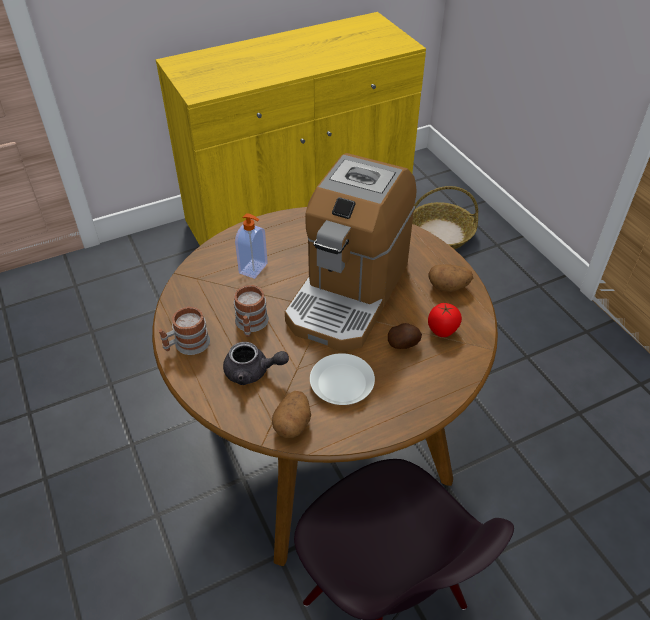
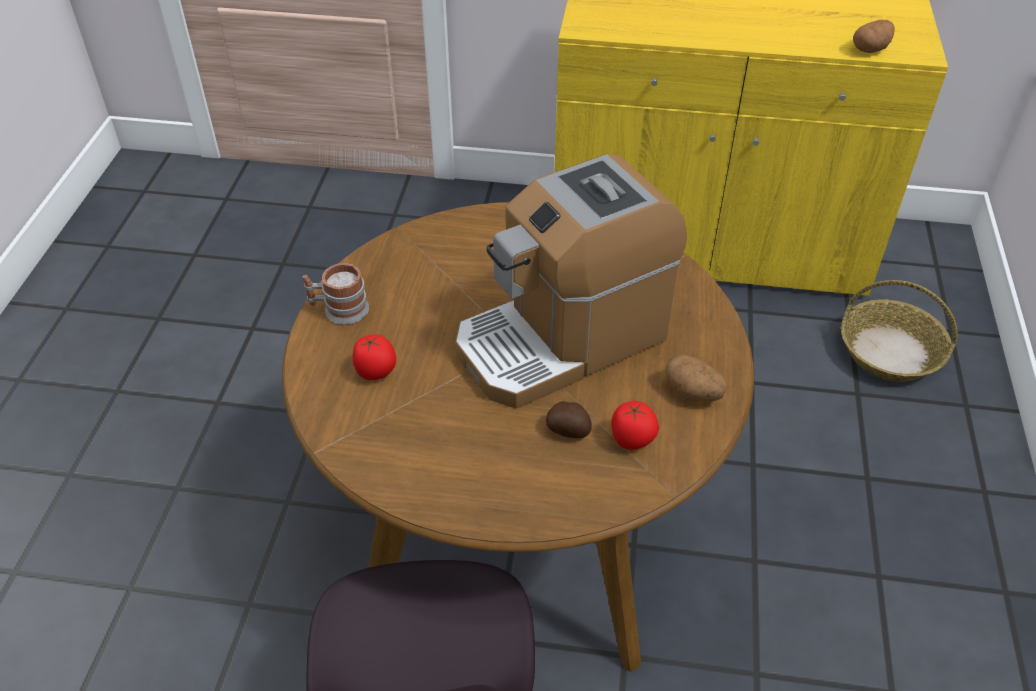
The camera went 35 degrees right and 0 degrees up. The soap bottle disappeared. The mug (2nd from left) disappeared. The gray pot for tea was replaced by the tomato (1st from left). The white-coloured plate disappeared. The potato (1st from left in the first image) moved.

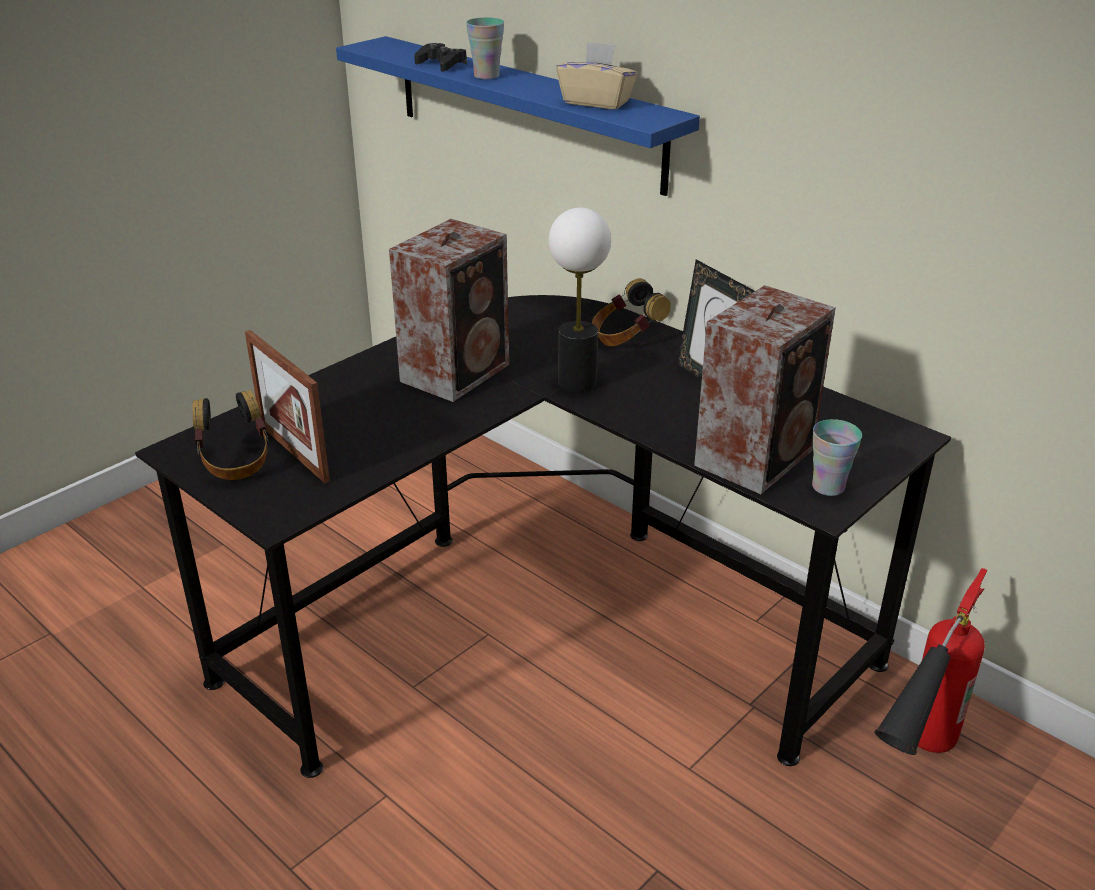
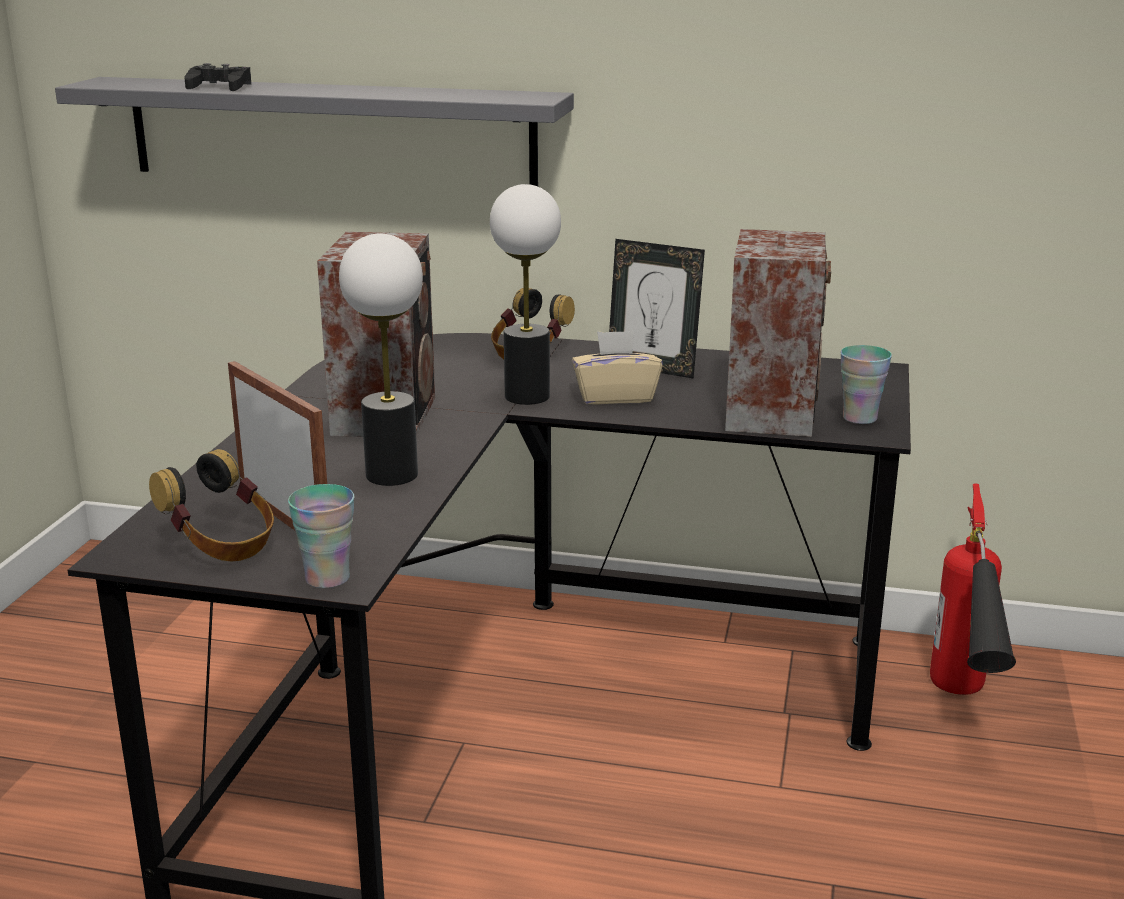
The camera went 30 degrees left and 10 degrees down. The small cup (1st from left) moved. The bluish wall shelf became the gray wall shelf. The sand-coloured tissue holder moved. The standing frame (1st from left) turned 150 degrees counterclockwise. The table lamp (1st from left) appeared.

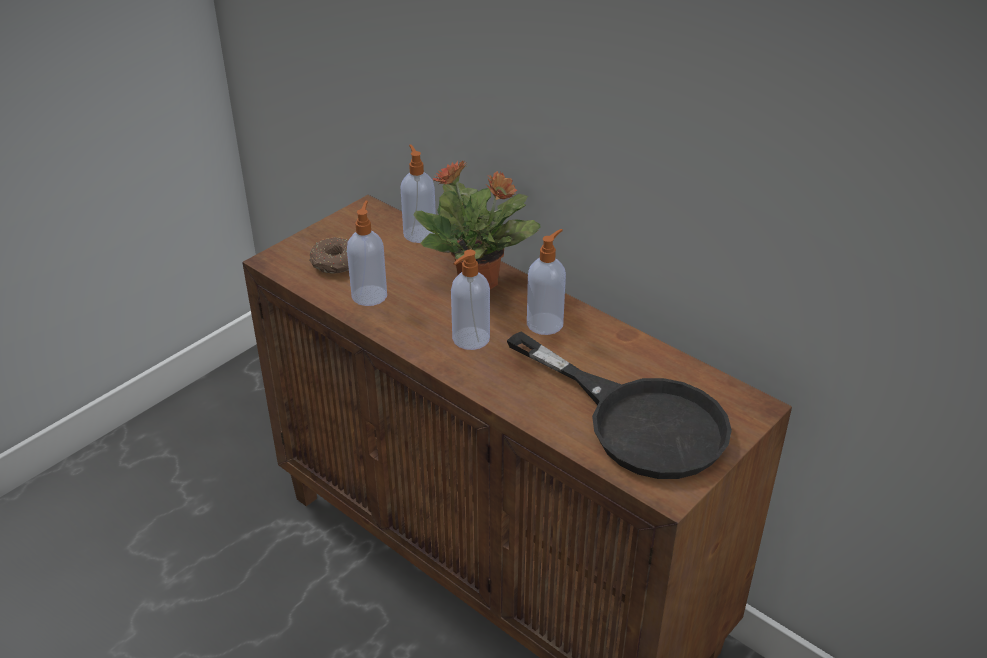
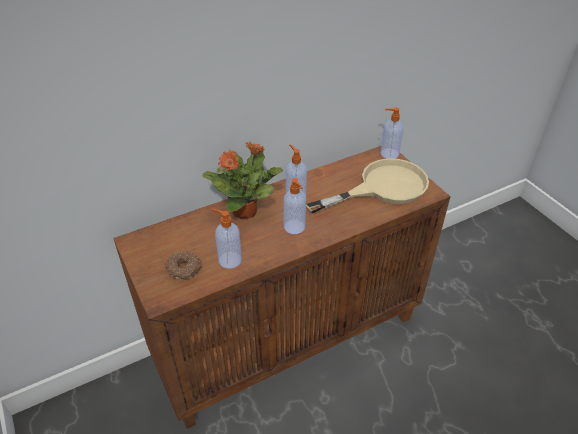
The camera went 70 degrees left and 5 degrees up. The soap bottle (2nd from left in the first image) moved. The black-coloured skillet became the sand-coloured skillet.

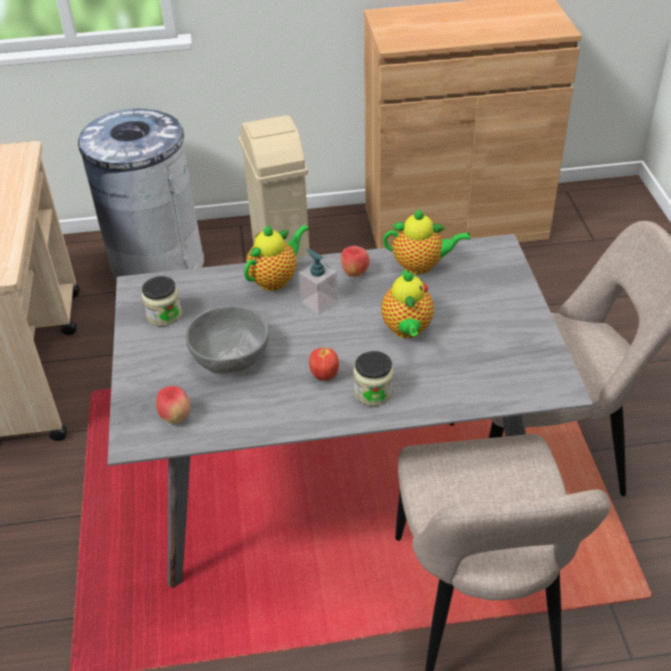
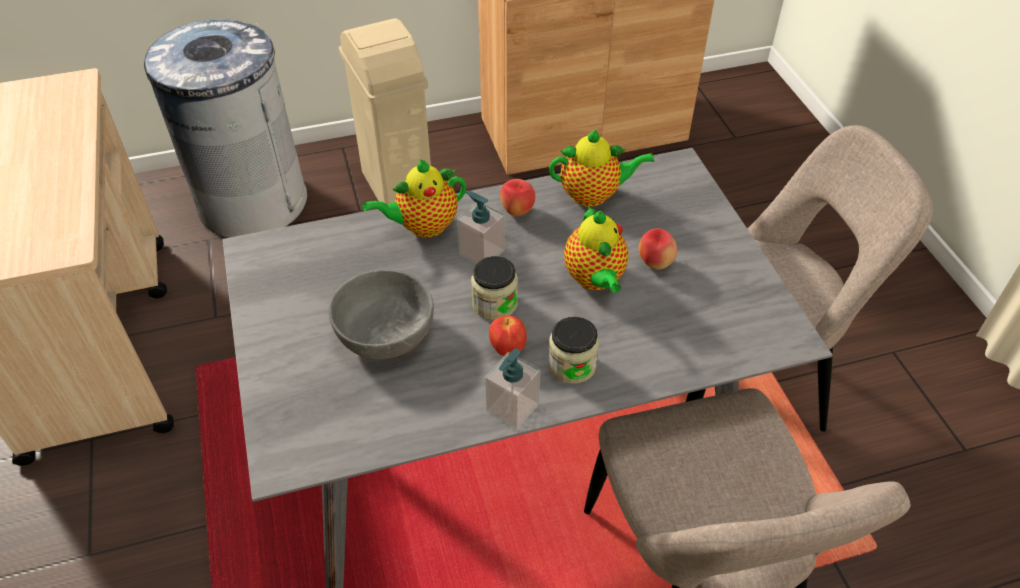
The camera went 10 degrees left and 5 degrees up. The pot for tea (1st from left) turned 150 degrees counterclockwise. The preserve jar (1st from left) moved. The apple fruit (1st from left in the first image) moved. The soap bottle (2nd from left) appeared.

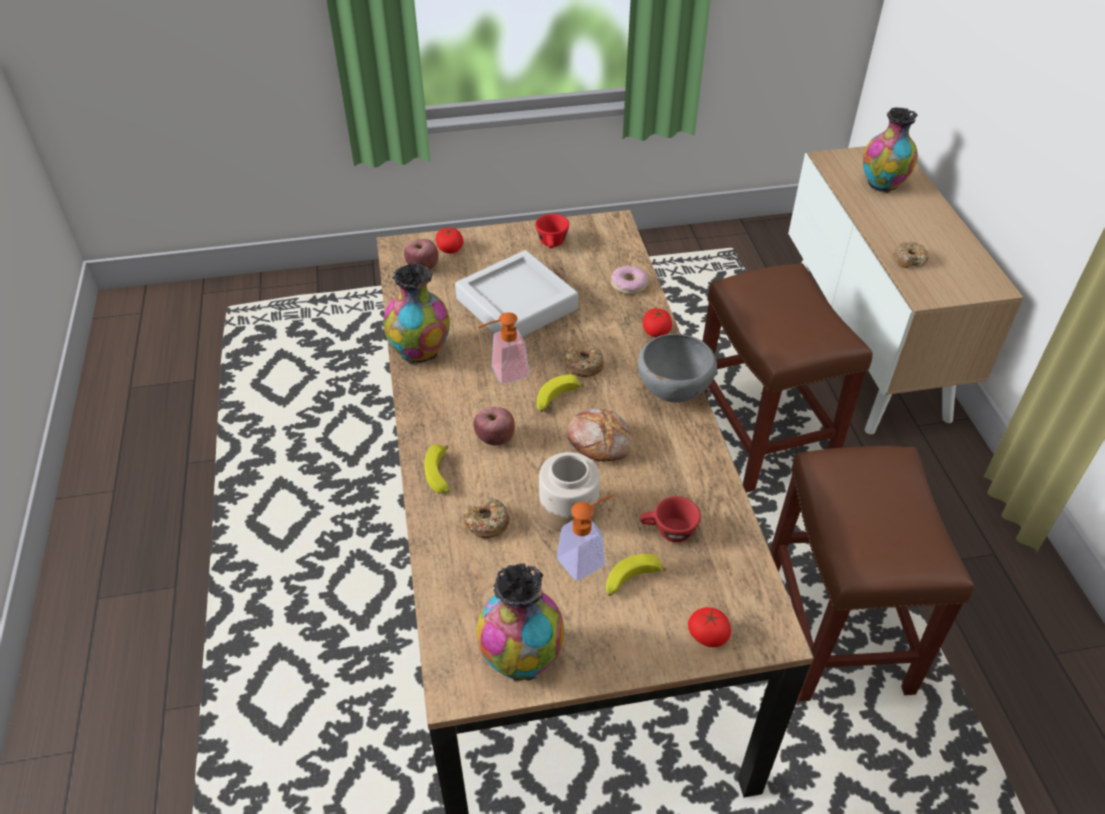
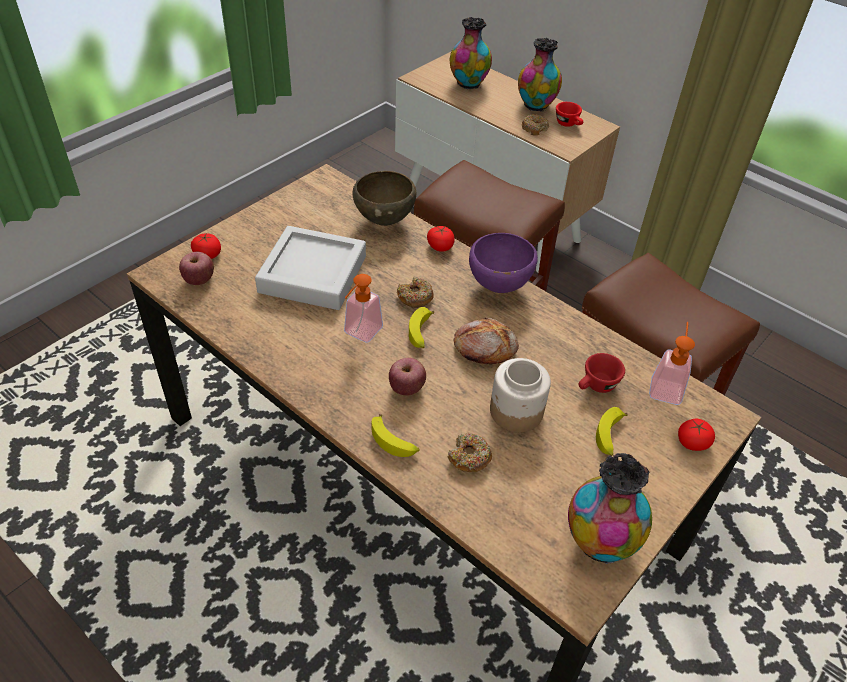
The camera went 40 degrees left and 0 degrees up. The red-coloured small cup (1st from left) moved. The decorative vase (1st from left in the first image) moved. The doughnut (3rd from left) was replaced by the brown-coloured serving bowl. The gray serving bowl became the purple-coloured serving bowl. The soap bottle (2nd from left) moved.

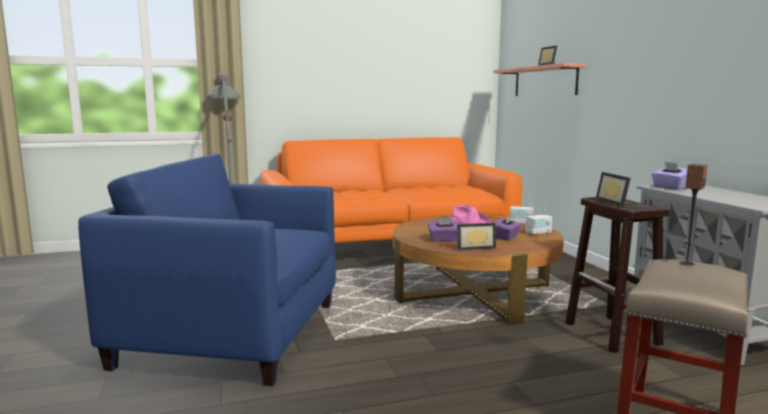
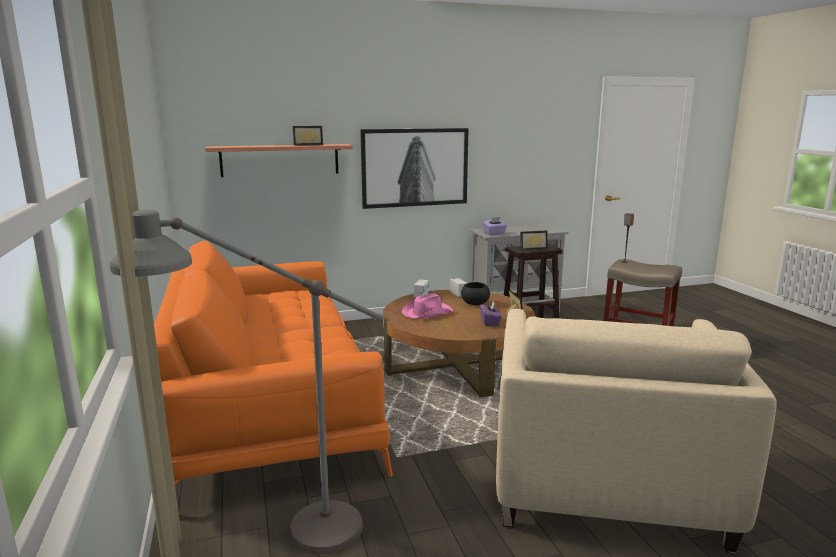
The camera went 90 degrees left and 5 degrees up. The bluish armchair became the sand-coloured armchair. The purple-coloured tissue holder (2nd from left) was replaced by the black-coloured serving bowl. The wall picture appeared.

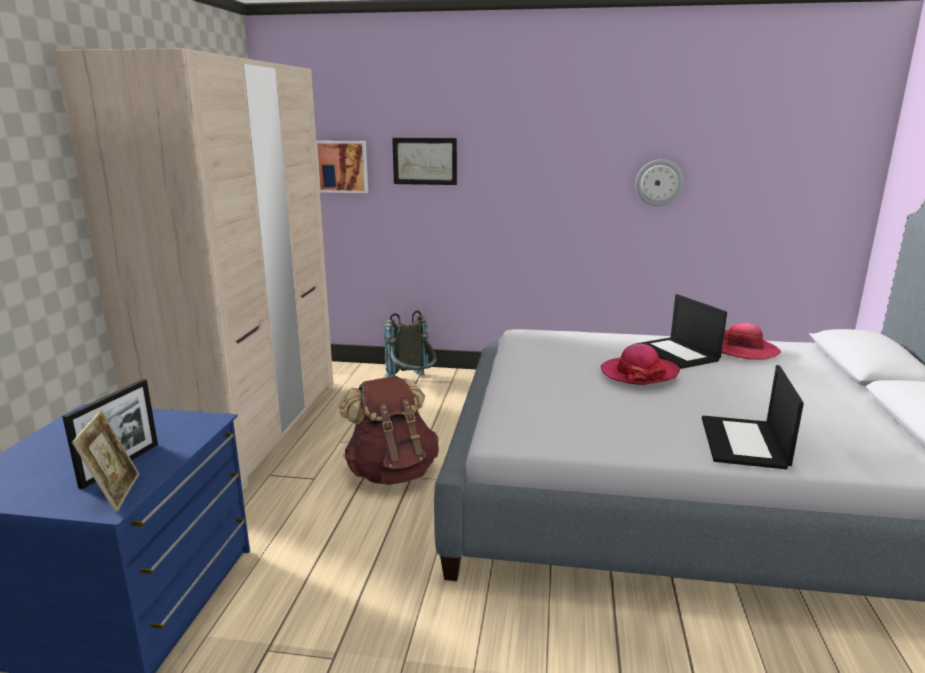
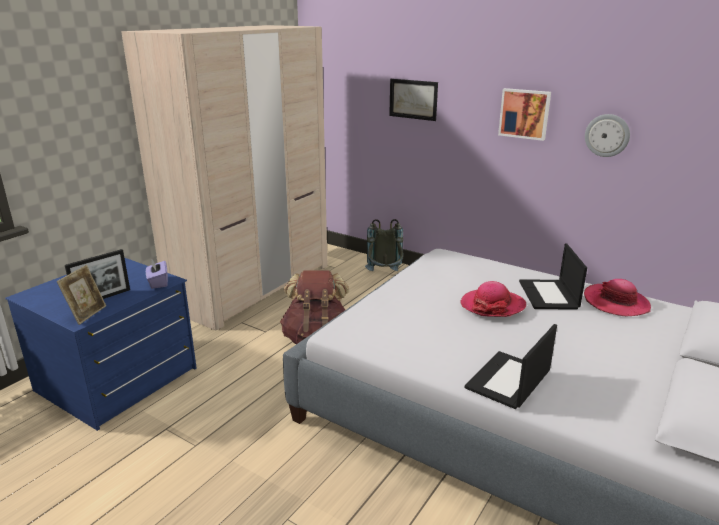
The camera went 25 degrees right and 5 degrees up. The wall picture (1st from left in the first image) moved. The purple-coloured tissue holder appeared.

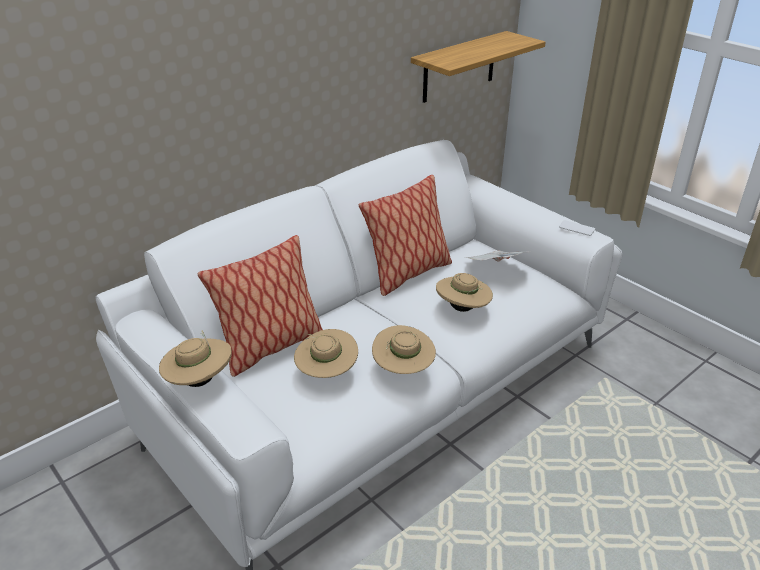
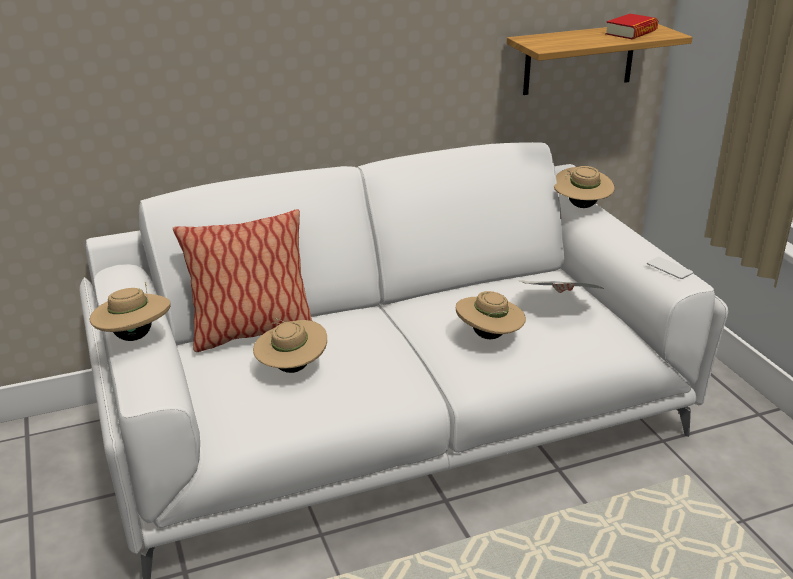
The camera went 20 degrees right and 5 degrees down. The cushion (2nd from left) disappeared. The sand-coloured clothing hat (3rd from left in the first image) moved. The book appeared.

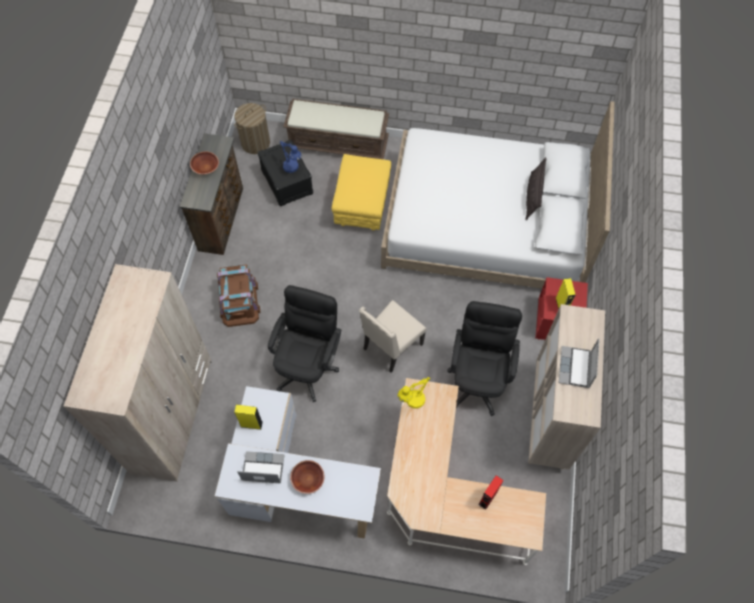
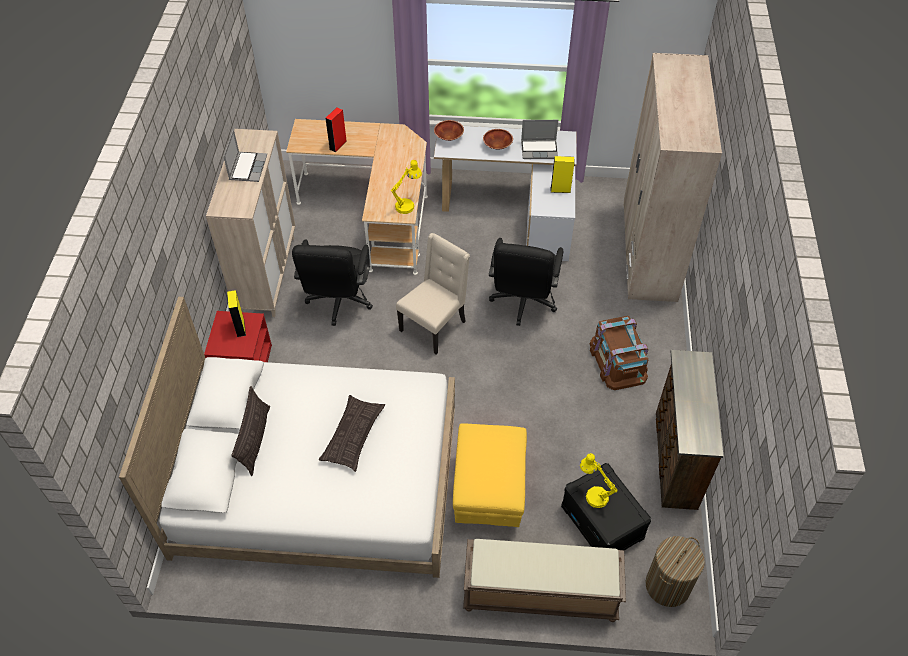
The camera went 175 degrees right and 10 degrees down. The bluish table lamp became the yellow table lamp (2nd from left). The brown-coloured serving bowl (1st from left) moved. The cushion (2nd from left) appeared.

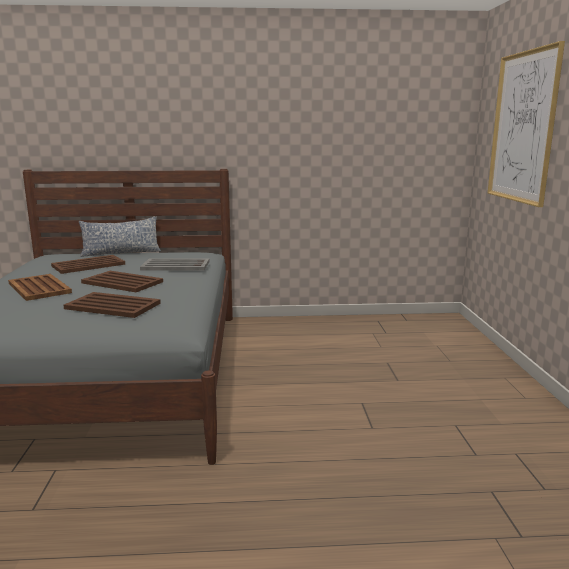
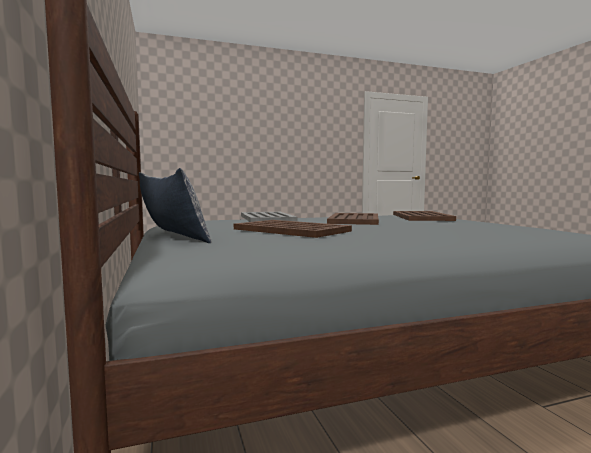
The camera went 105 degrees left and 10 degrees down. The wall picture disappeared. The brown-coloured serving tray (1st from left) disappeared.

